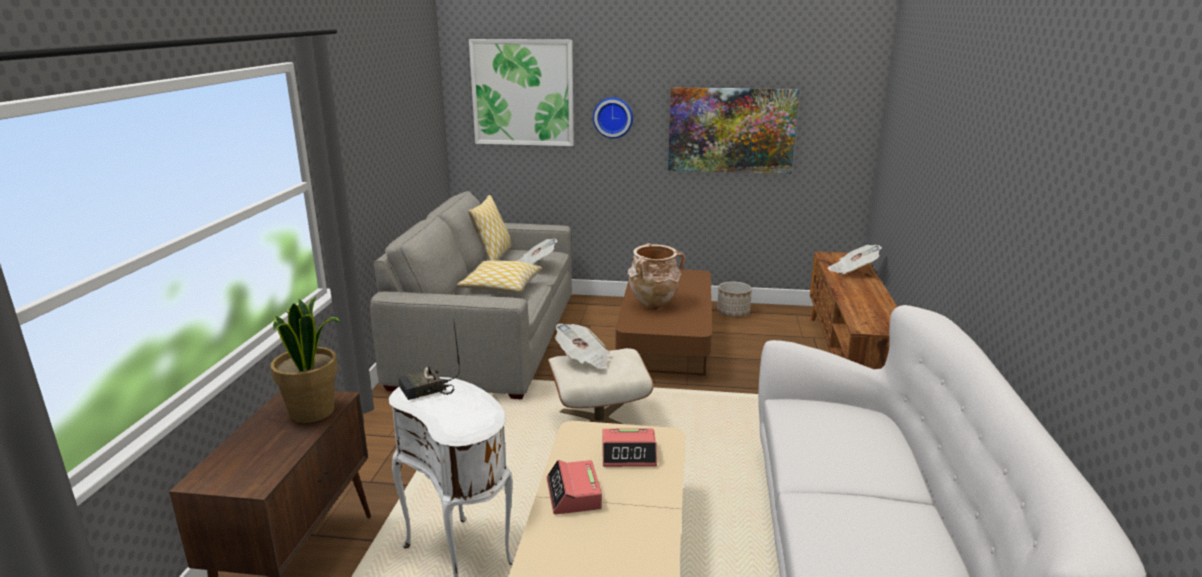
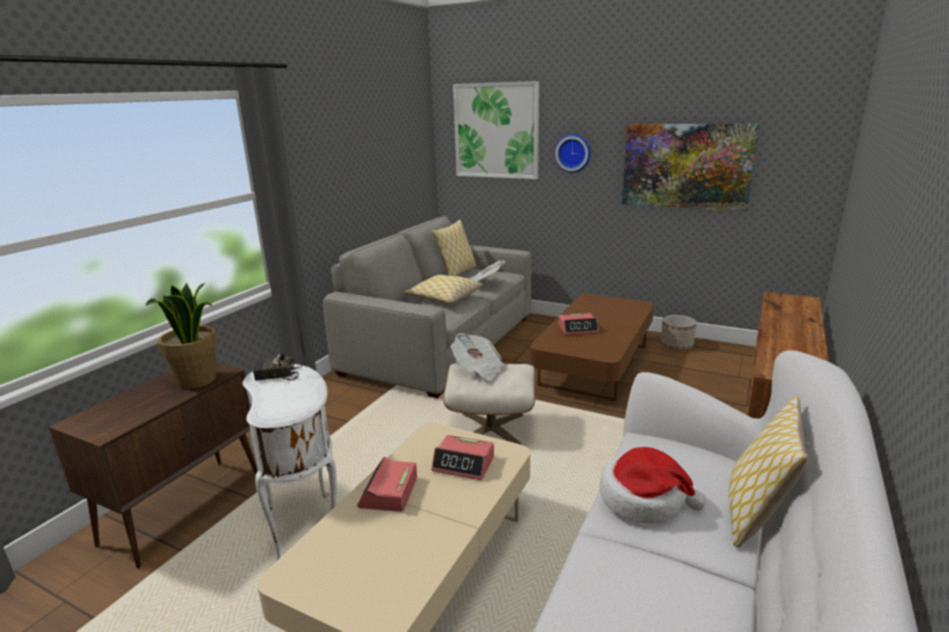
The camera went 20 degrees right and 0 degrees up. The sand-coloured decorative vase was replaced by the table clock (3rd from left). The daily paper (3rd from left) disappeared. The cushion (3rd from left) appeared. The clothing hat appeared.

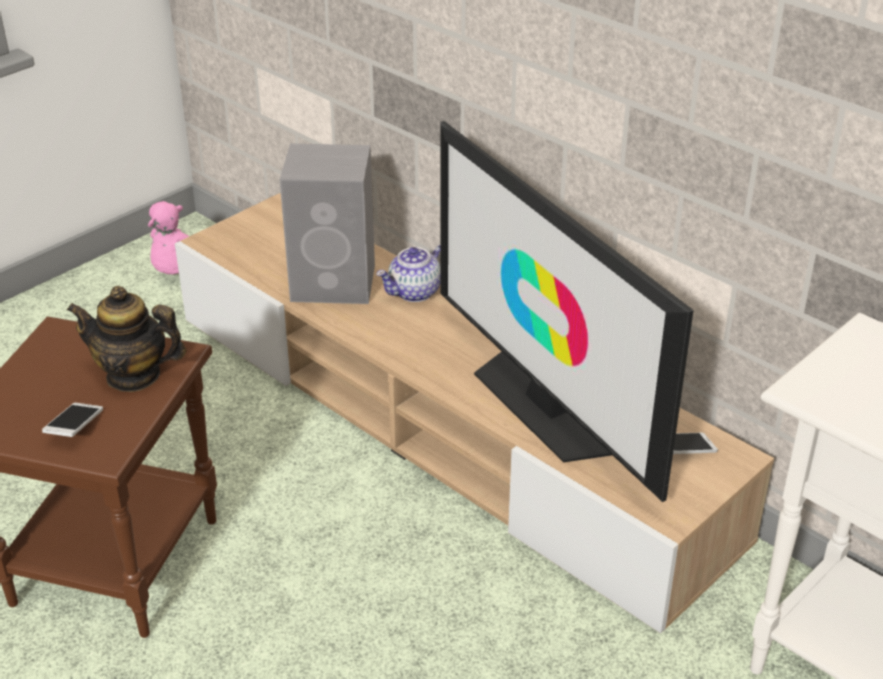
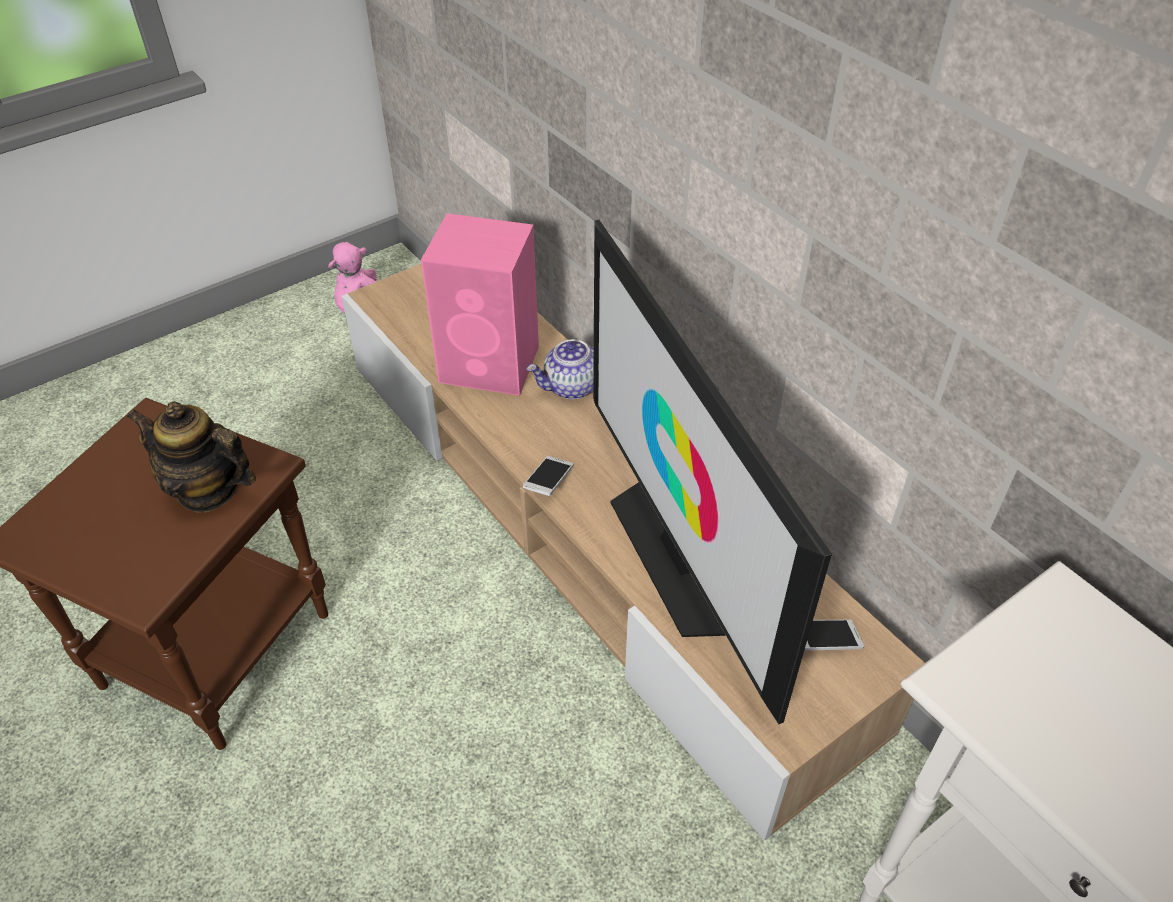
The camera went 10 degrees right and 10 degrees up. The gray speaker became the pinkish speaker. The handset (1st from left) moved.

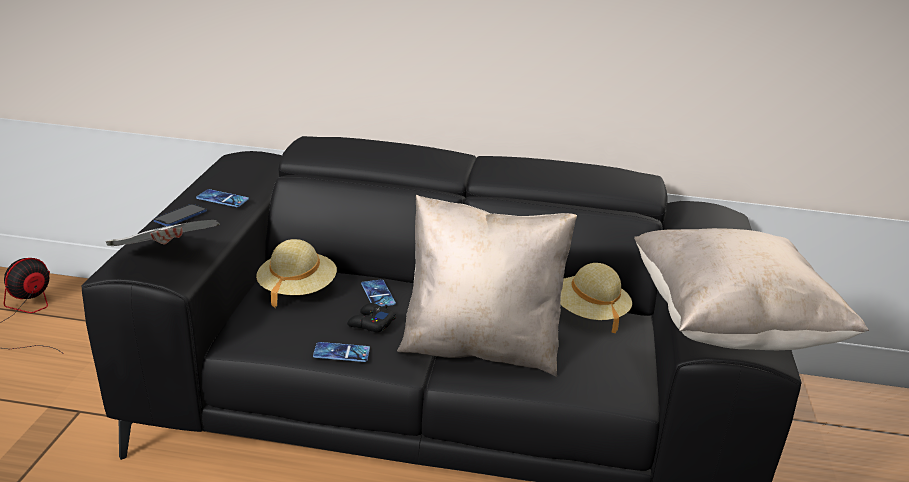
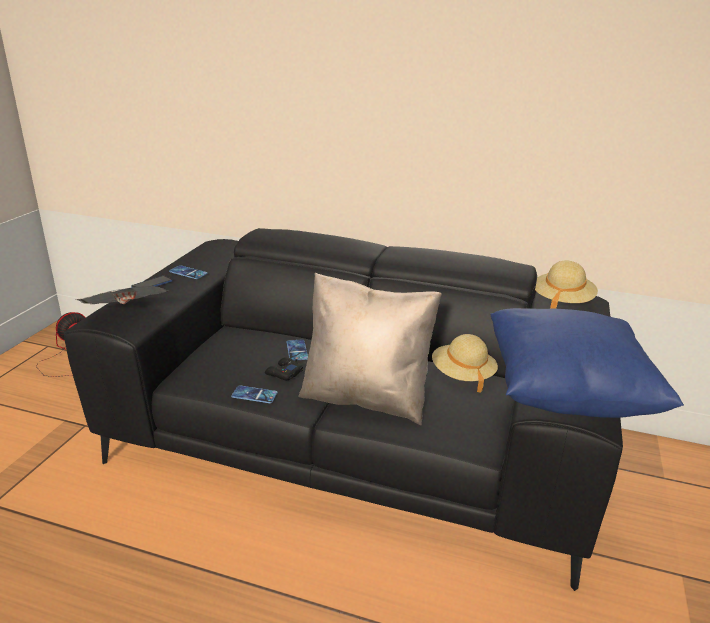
The camera went 10 degrees right and 0 degrees up. The sand-coloured cushion (2nd from left) became the bluish cushion. The sand-coloured clothing hat (1st from left in the first image) moved.

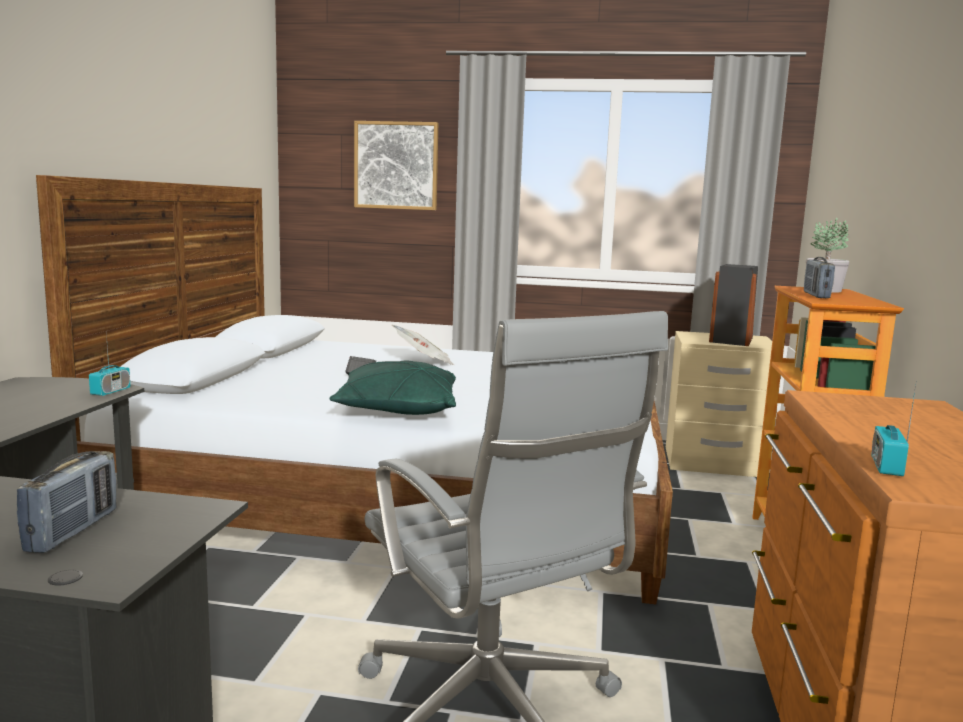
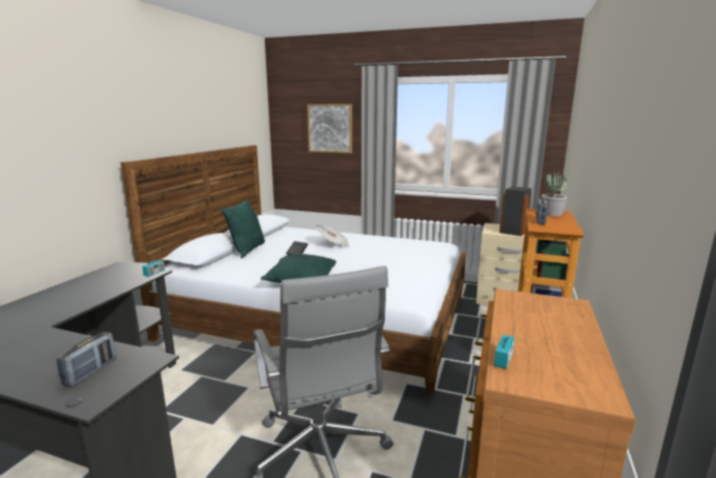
The camera went 10 degrees right and 5 degrees up. The greenish cushion (1st from left) appeared.

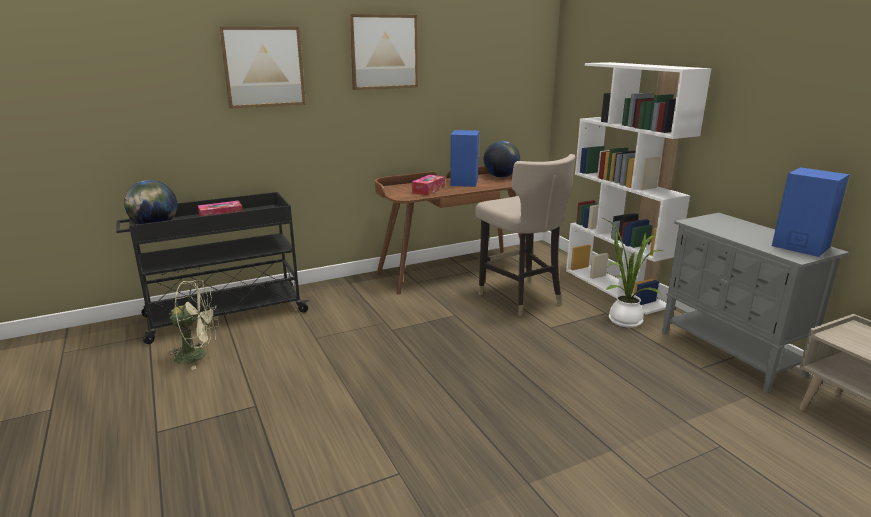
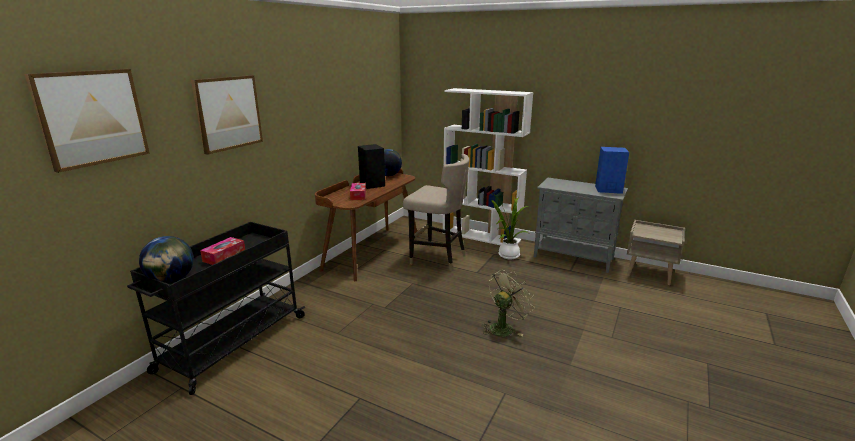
The camera went 35 degrees left and 0 degrees up. The wall picture (2nd from left in the first image) moved. The bluish speaker (1st from left) became the black-coloured speaker. The greenish fan moved.

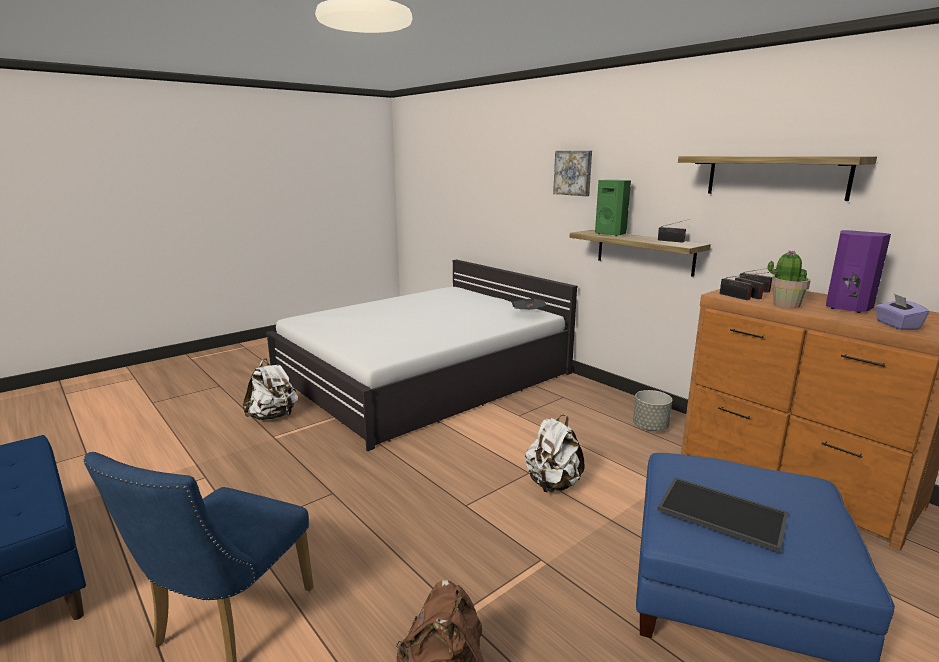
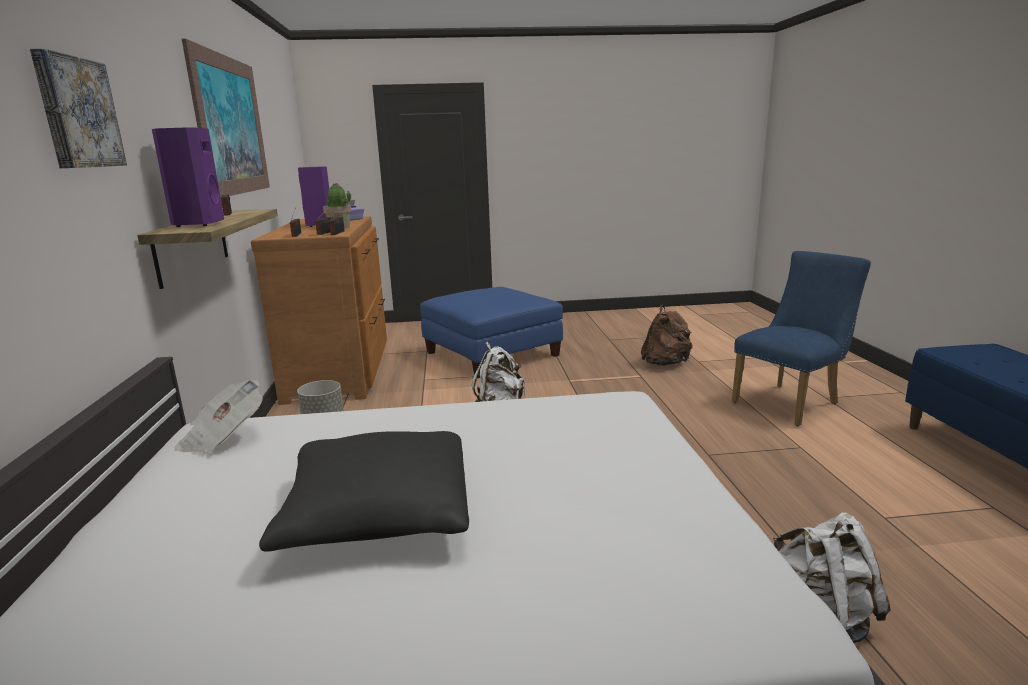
The camera went 145 degrees left and 0 degrees up. The wall shelf (2nd from left) was replaced by the wall picture (2nd from left). The greenish speaker became the purple-coloured speaker (1st from left). The serving tray disappeared. The black-coloured cushion appeared.

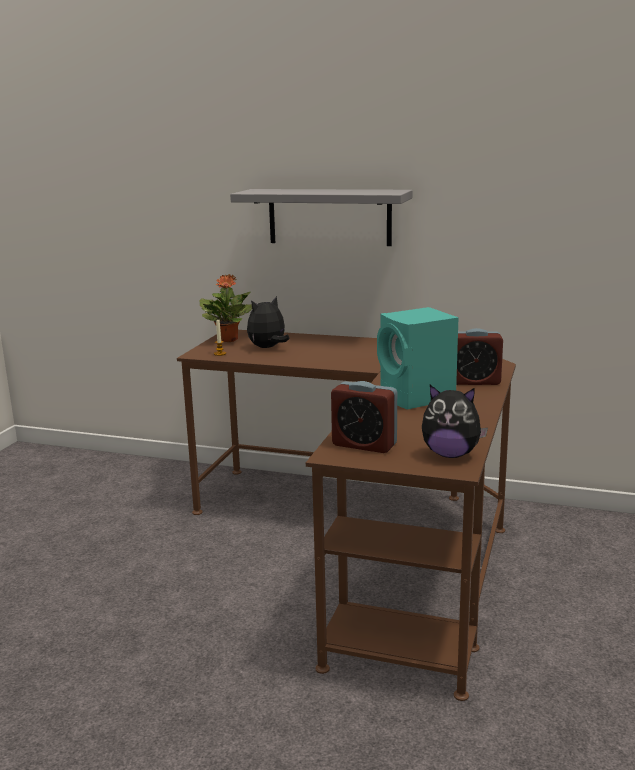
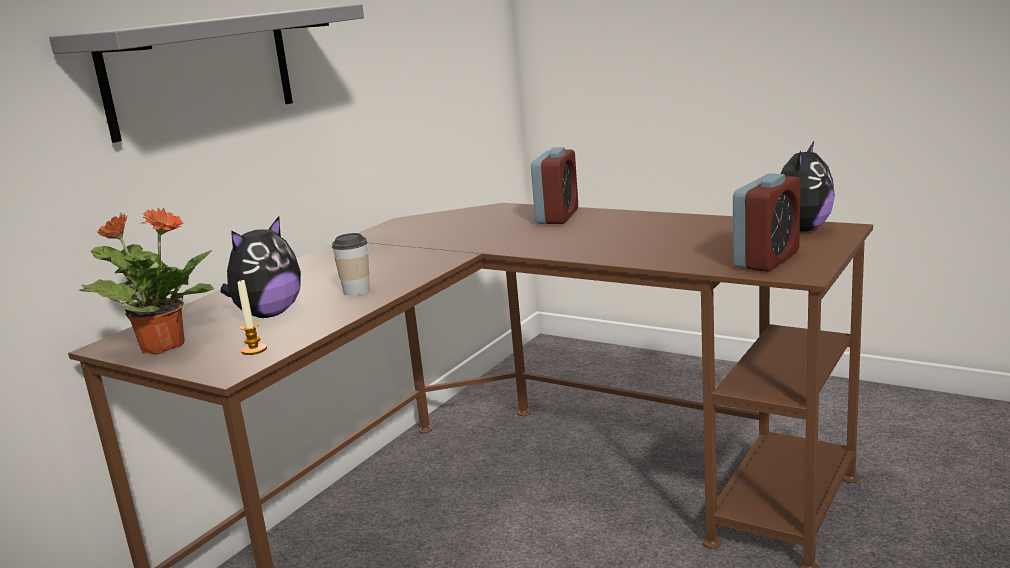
The camera went 75 degrees left and 0 degrees up. The plush toy (1st from left) turned 120 degrees counterclockwise. The blue-green speaker disappeared. The small cup appeared.

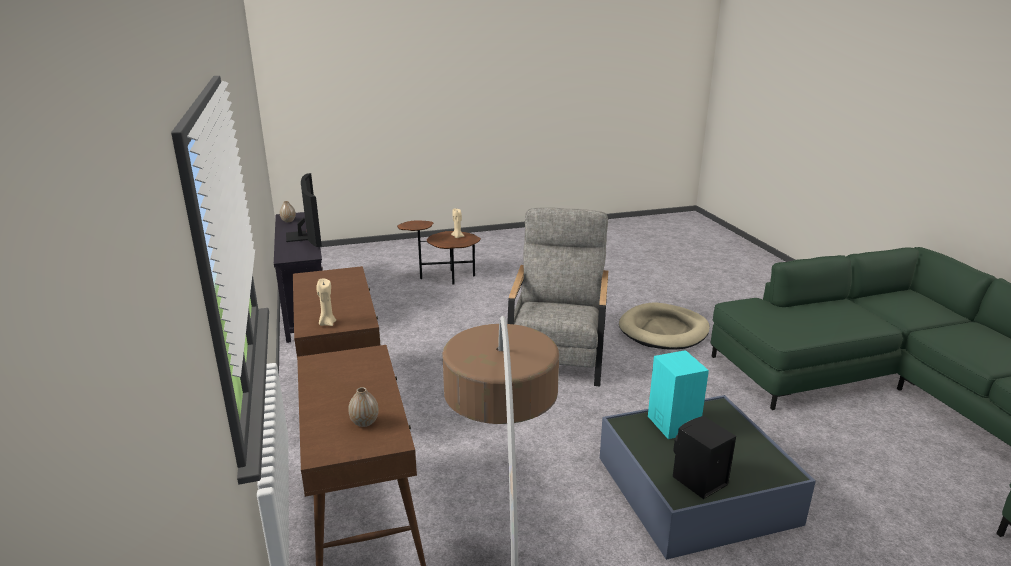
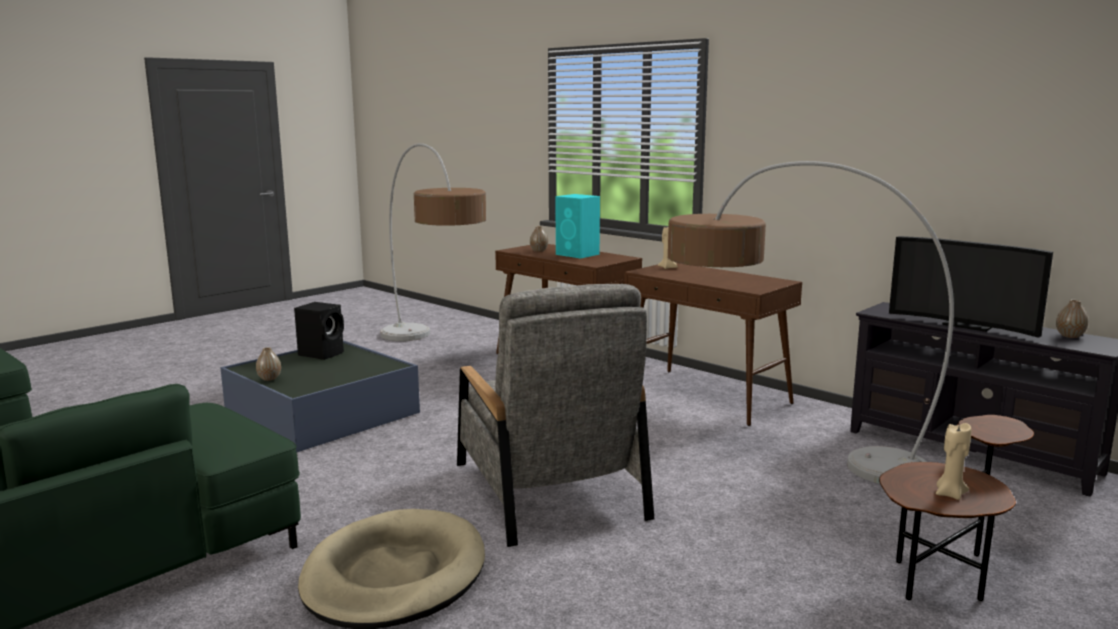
The camera went 150 degrees right and 10 degrees down. The blue-green speaker moved. The standard lamp (2nd from left) appeared. The decorative vase (1st from left) appeared.

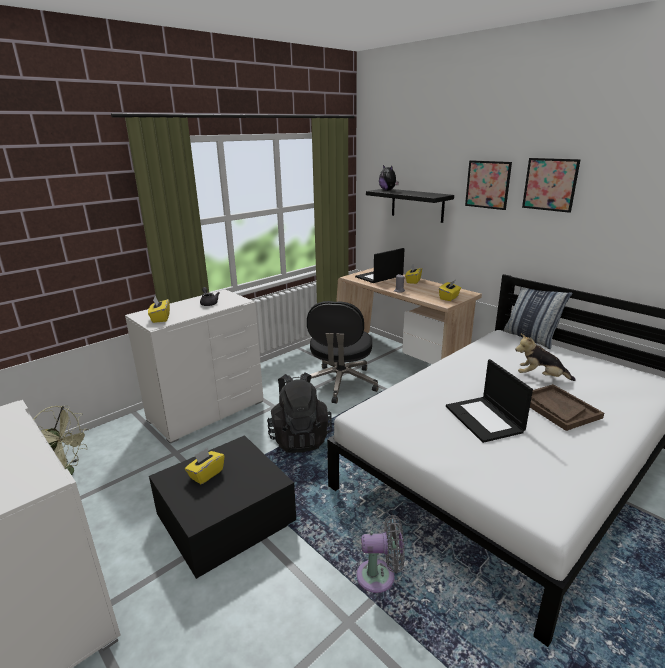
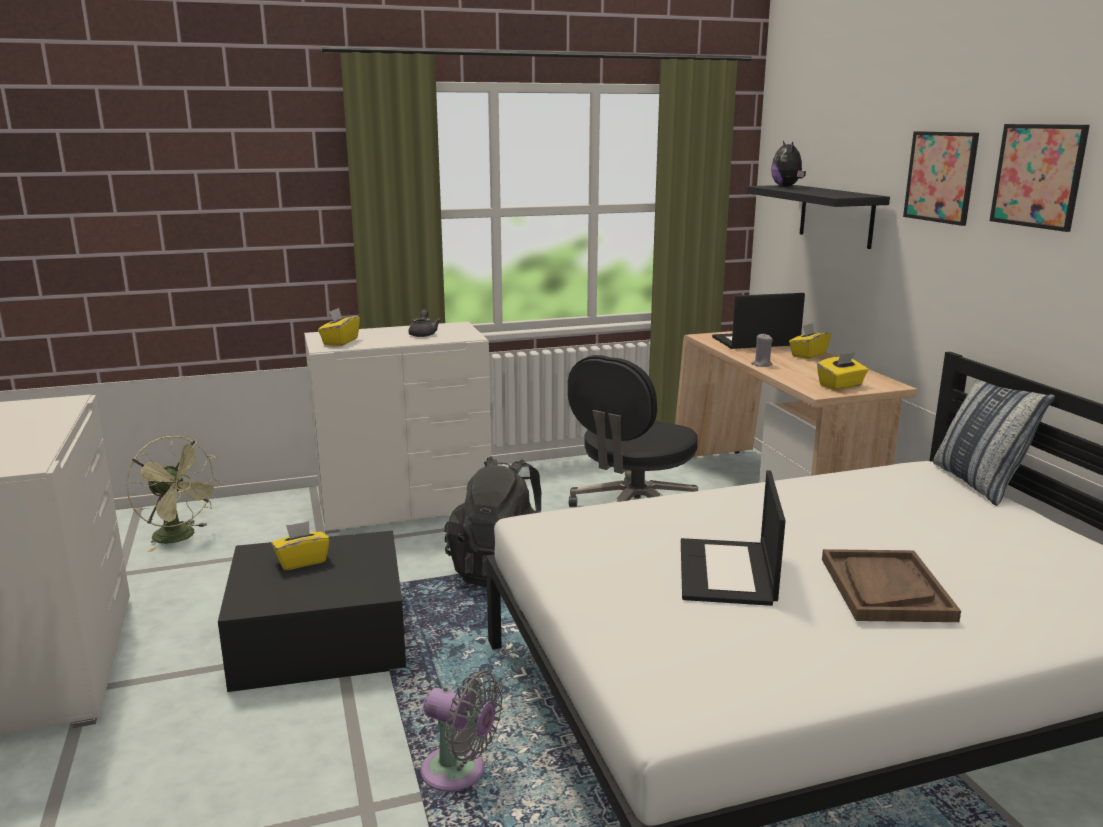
The camera went 25 degrees right and 5 degrees down. The plush toy (2nd from left) disappeared.

